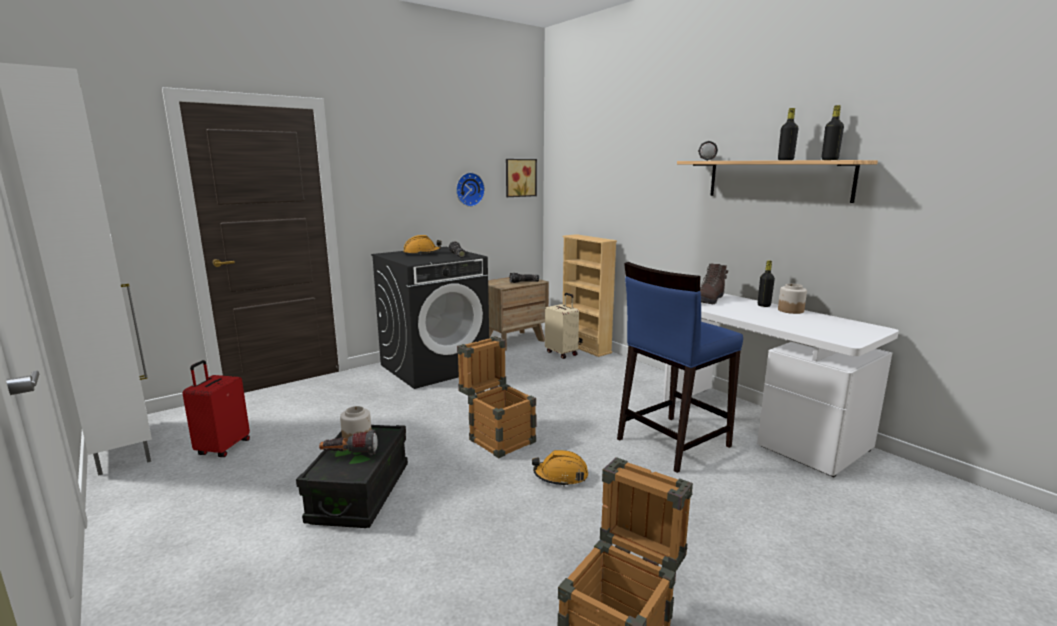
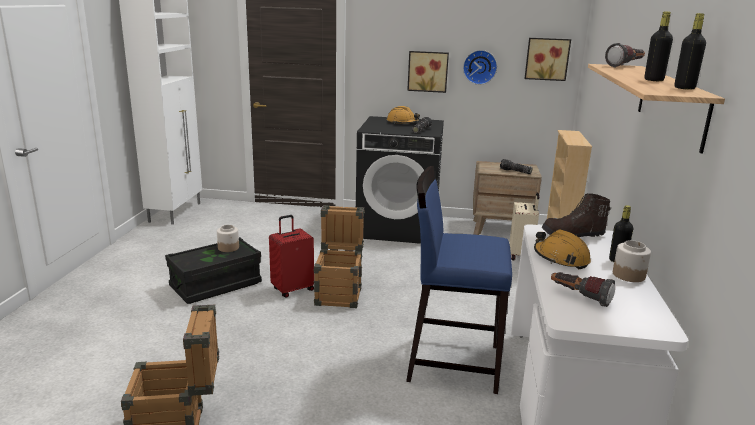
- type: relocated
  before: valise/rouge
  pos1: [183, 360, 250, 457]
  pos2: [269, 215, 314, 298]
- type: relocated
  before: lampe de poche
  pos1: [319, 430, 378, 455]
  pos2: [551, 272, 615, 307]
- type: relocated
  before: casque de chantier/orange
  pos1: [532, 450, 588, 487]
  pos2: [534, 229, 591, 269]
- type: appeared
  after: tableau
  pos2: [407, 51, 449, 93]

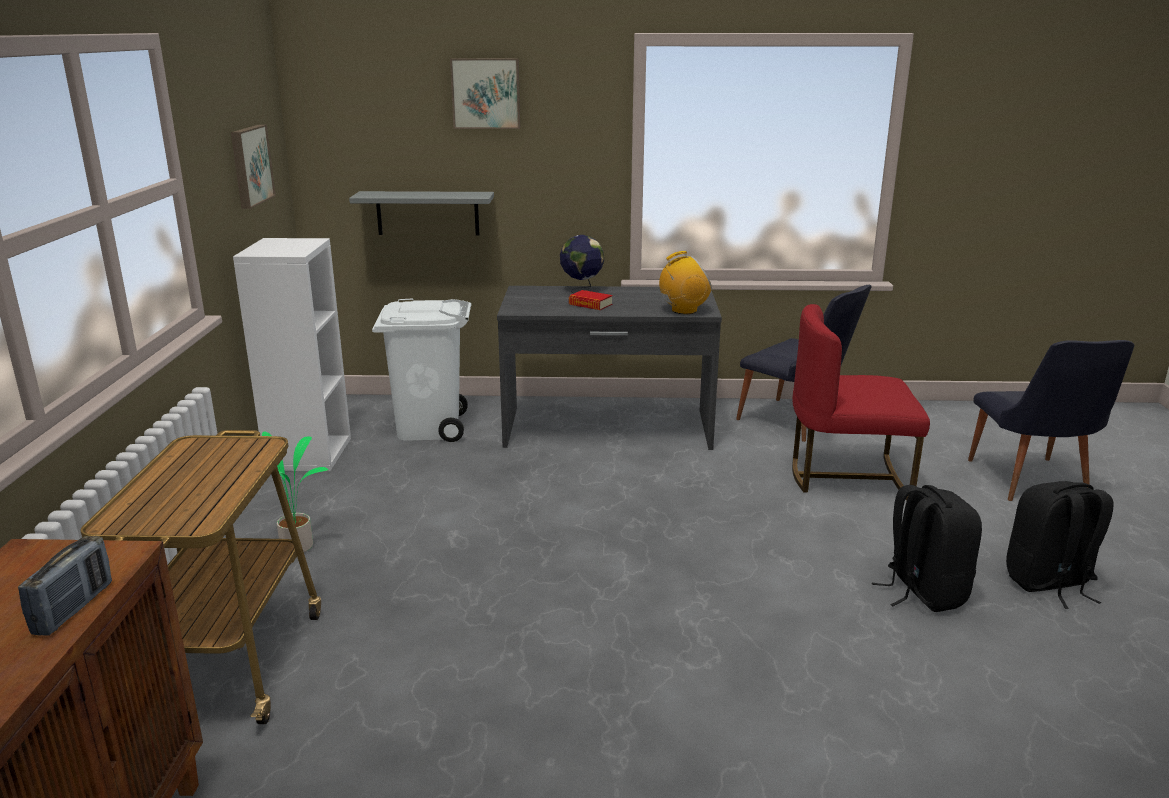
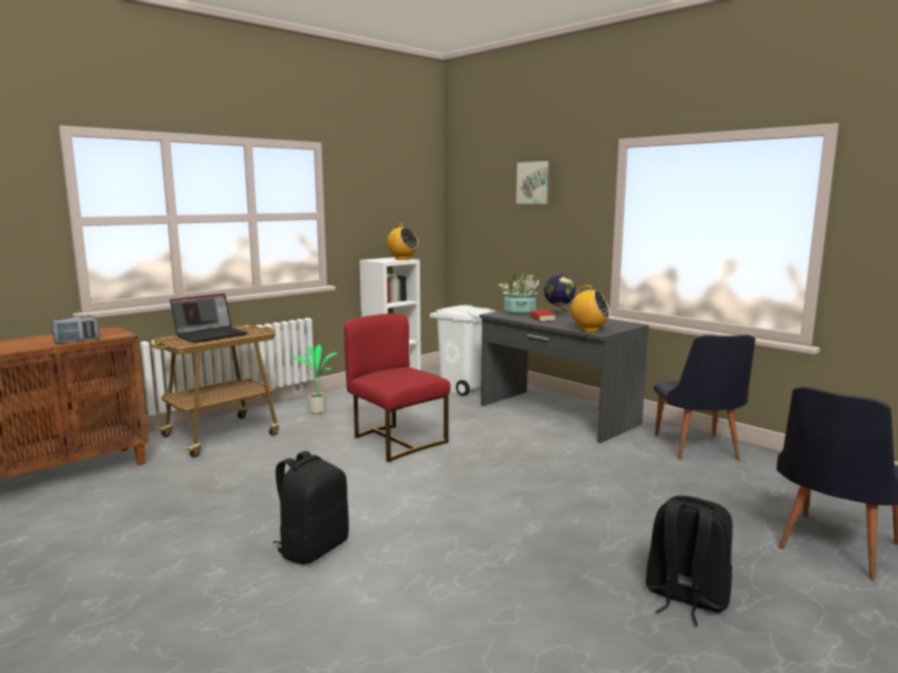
- type: missing
  before: tableau
  pos1: [231, 125, 276, 209]
- type: missing
  before: étagère/gris
  pos1: [349, 191, 494, 236]
- type: relocated
  before: chaise/rouge
  pos1: [792, 304, 930, 500]
  pos2: [344, 314, 451, 462]
- type: relocated
  before: sac à dos/noir
  pos1: [872, 485, 982, 612]
  pos2: [273, 451, 349, 565]
- type: appeared
  after: radio
  pos2: [385, 224, 418, 260]
- type: appeared
  after: plante en pot
  pos2: [498, 274, 539, 315]
- type: appeared
  after: ordinateur portable
  pos2: [170, 293, 248, 343]

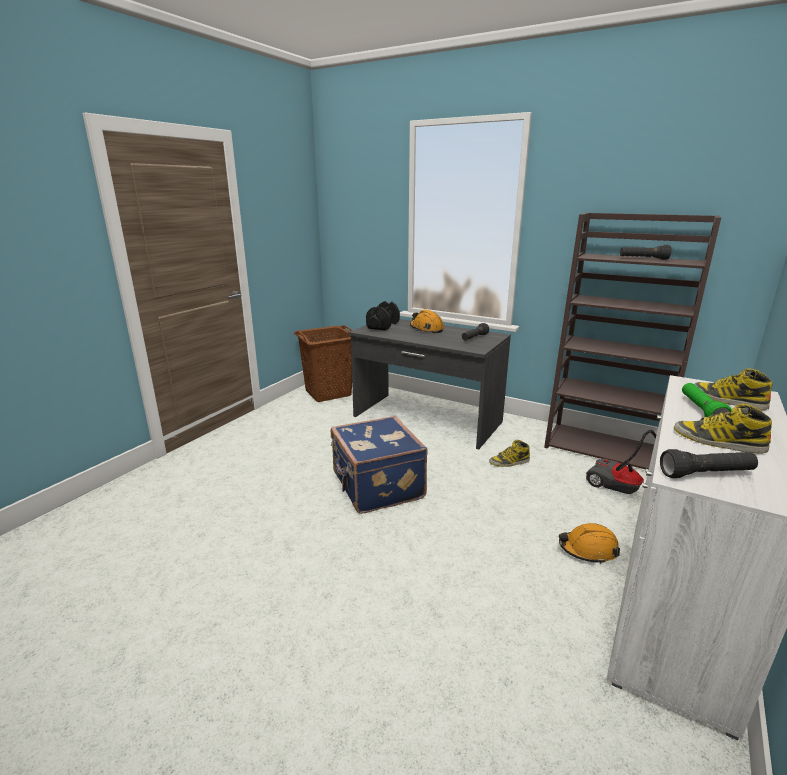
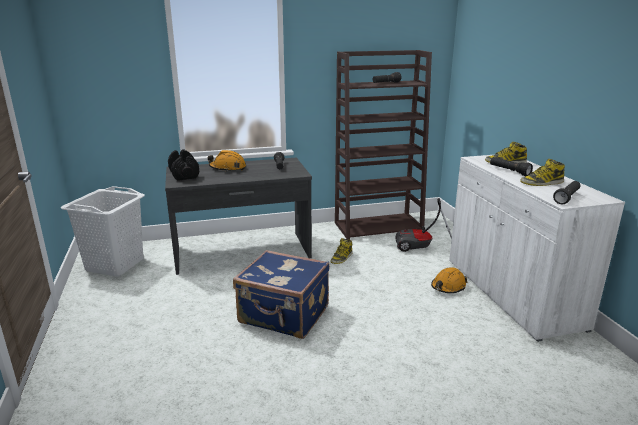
- type: colour
  before: panier à linge/marron
  after: panier à linge/blanc
  pos1: [294, 325, 352, 402]
  pos2: [61, 186, 145, 276]
- type: colour
  before: lampe de poche/vert
  after: lampe de poche/noir
  pos1: [682, 383, 732, 417]
  pos2: [490, 157, 533, 176]

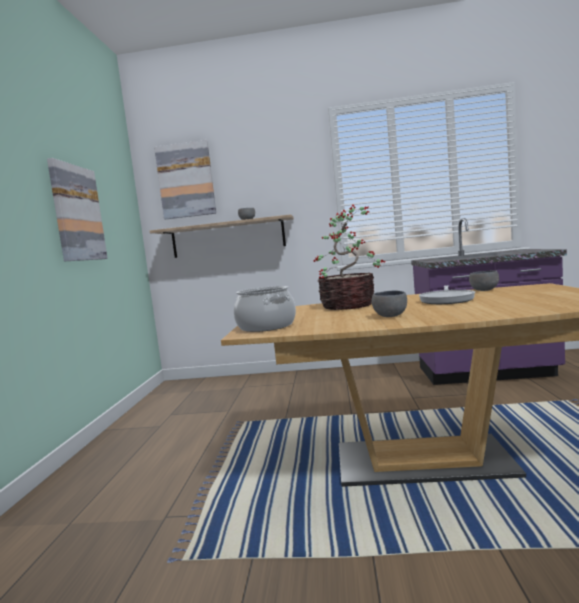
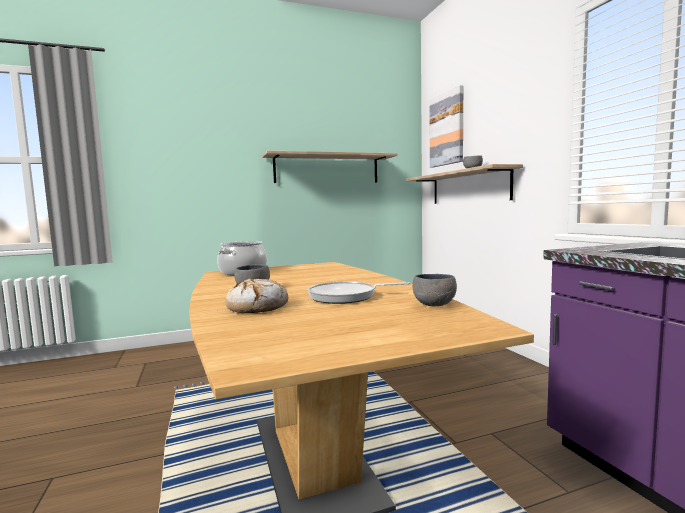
- type: exchanged
  before: tableau
  after: étagère
  pos1: [47, 158, 108, 261]
  pos2: [262, 150, 397, 183]
- type: missing
  before: plante en pot
  pos1: [314, 204, 386, 310]
- type: appeared
  after: pain
  pos2: [226, 279, 288, 313]

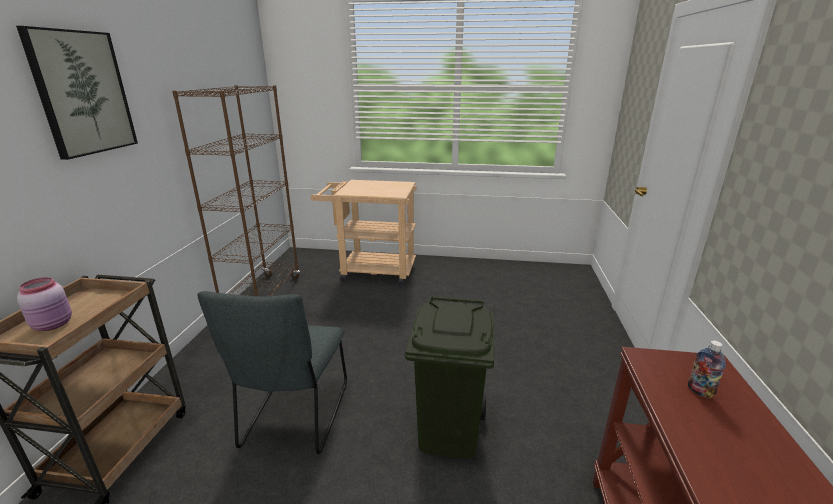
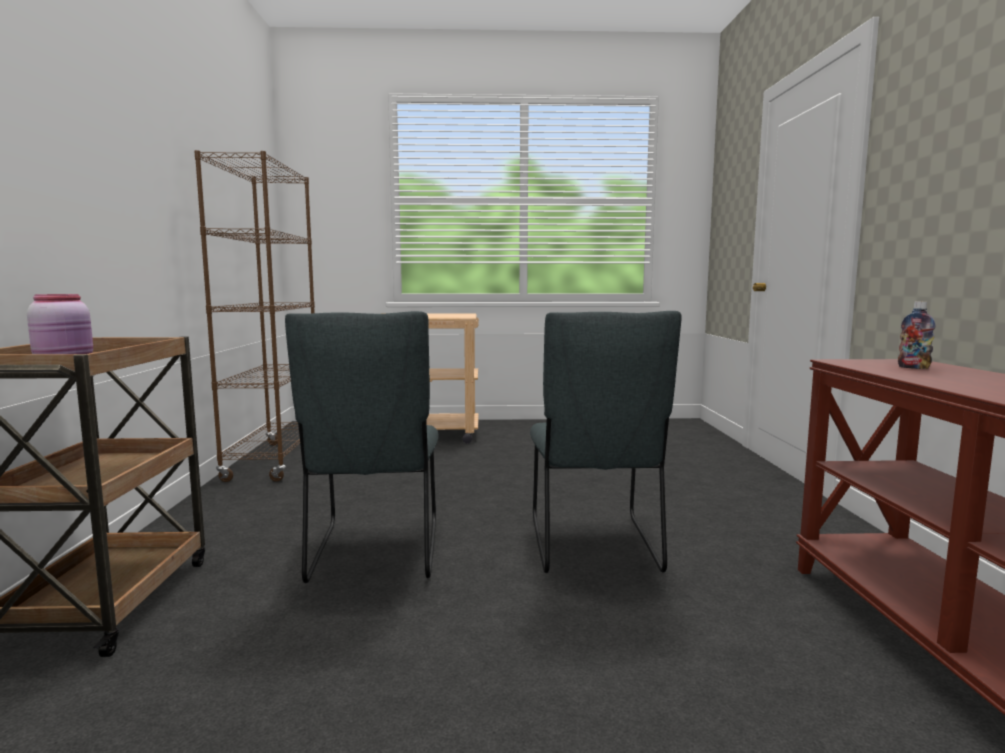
- type: missing
  before: tableau
  pos1: [16, 26, 138, 160]
- type: exchanged
  before: poubelle/vert
  after: chaise/gris
  pos1: [405, 296, 494, 459]
  pos2: [530, 311, 682, 573]

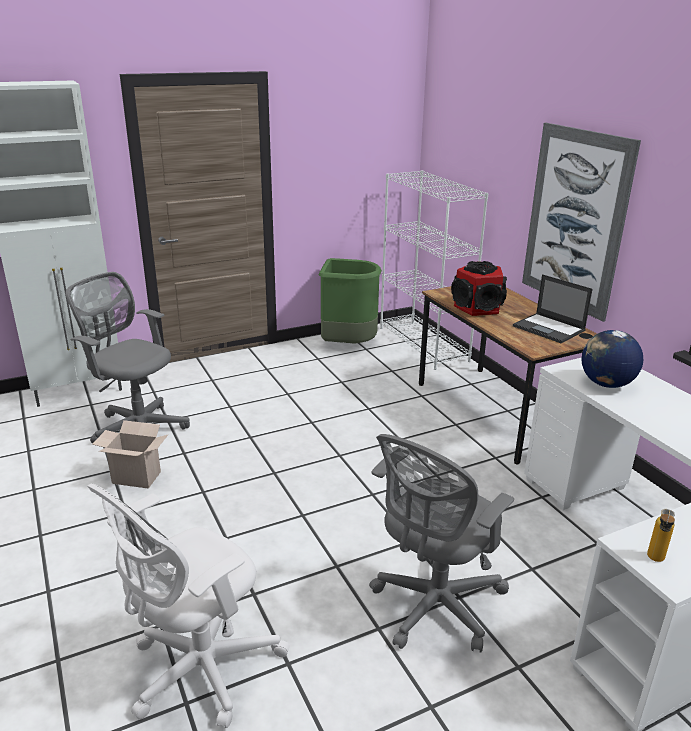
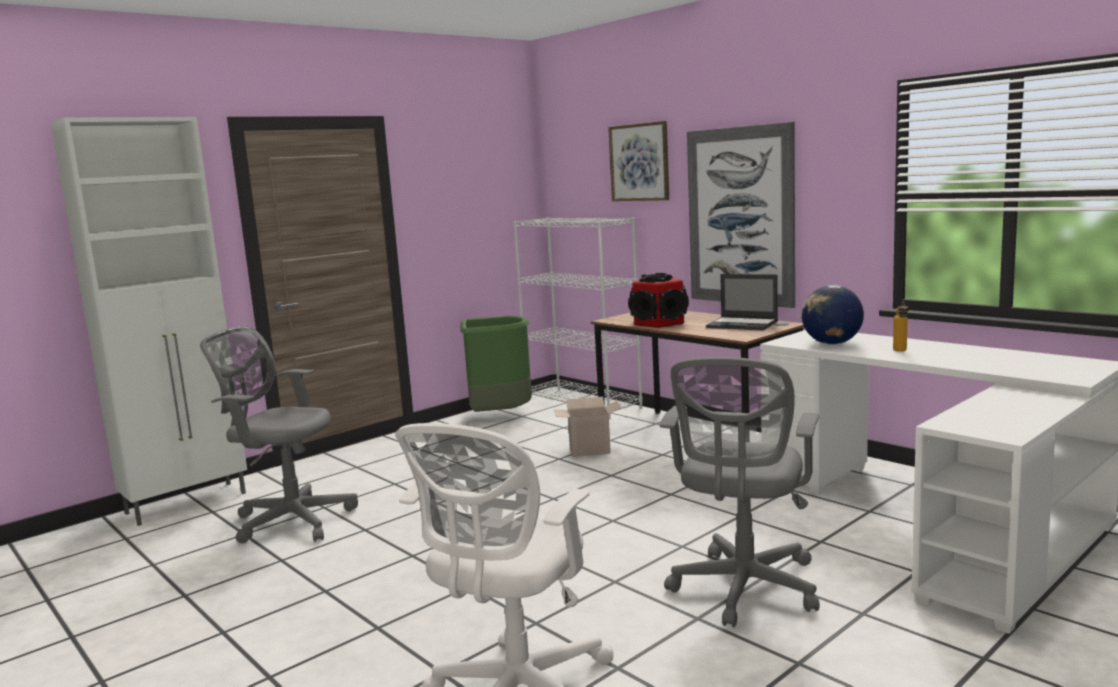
- type: relocated
  before: carton
  pos1: [92, 420, 168, 489]
  pos2: [554, 397, 621, 457]
- type: relocated
  before: bouteille
  pos1: [647, 509, 675, 562]
  pos2: [893, 301, 908, 352]
- type: appeared
  after: tableau
  pos2: [608, 121, 669, 201]

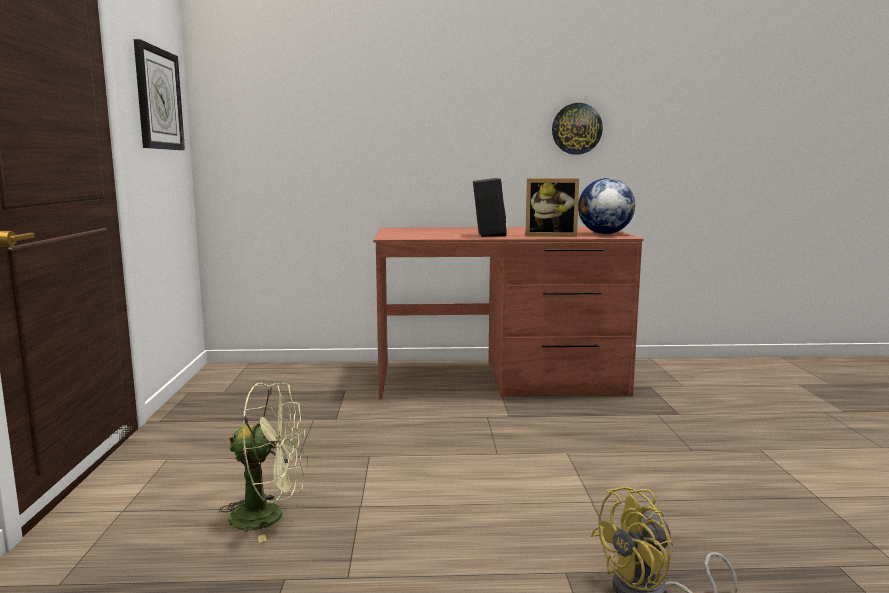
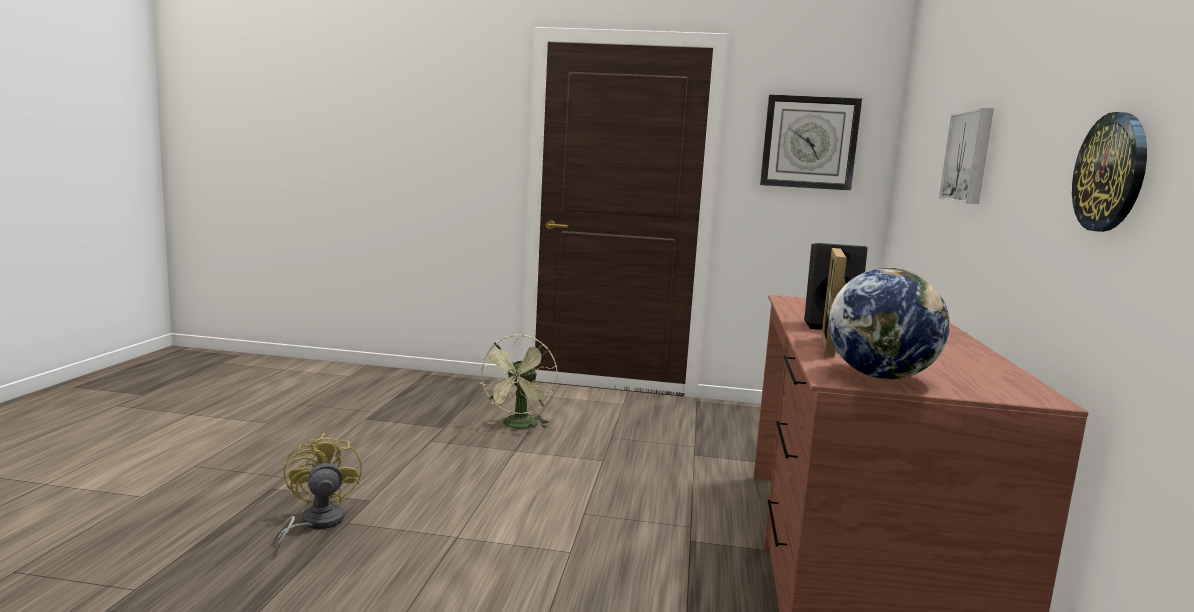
- type: appeared
  after: tableau
  pos2: [939, 108, 994, 204]

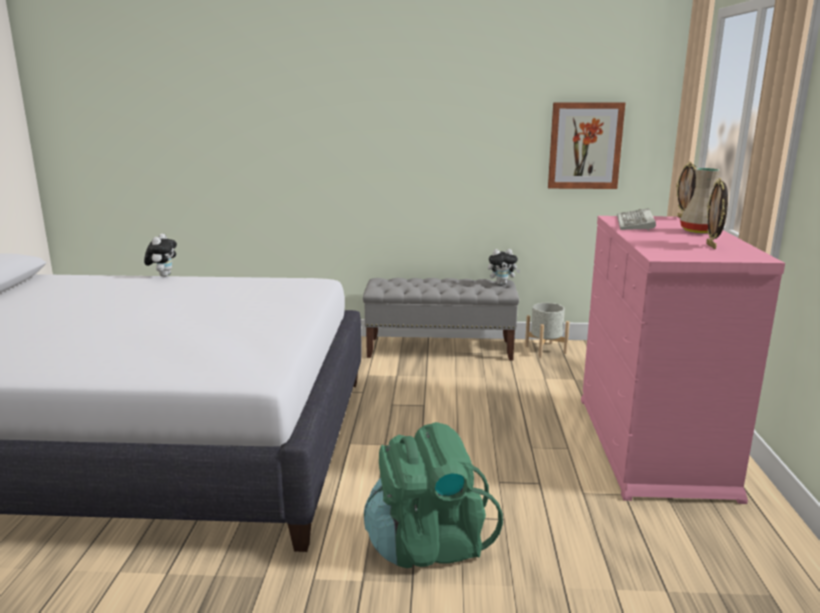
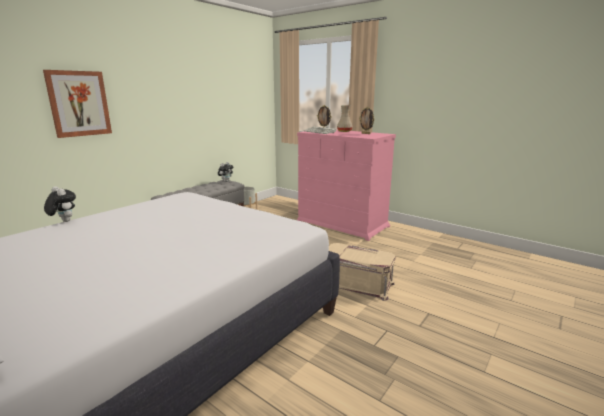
- type: relocated
  before: tableau
  pos1: [548, 102, 625, 189]
  pos2: [43, 70, 112, 138]
- type: exchanged
  before: sac à dos/vert
  after: boîte de rangement/beige
  pos1: [364, 422, 503, 568]
  pos2: [329, 243, 395, 301]

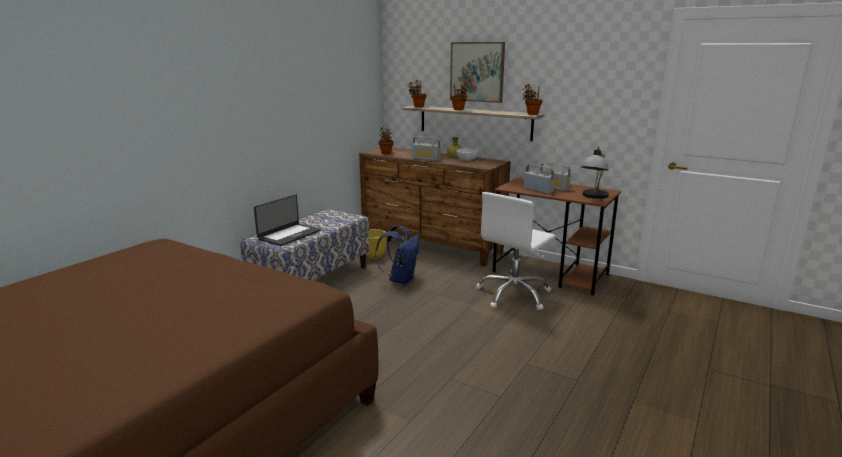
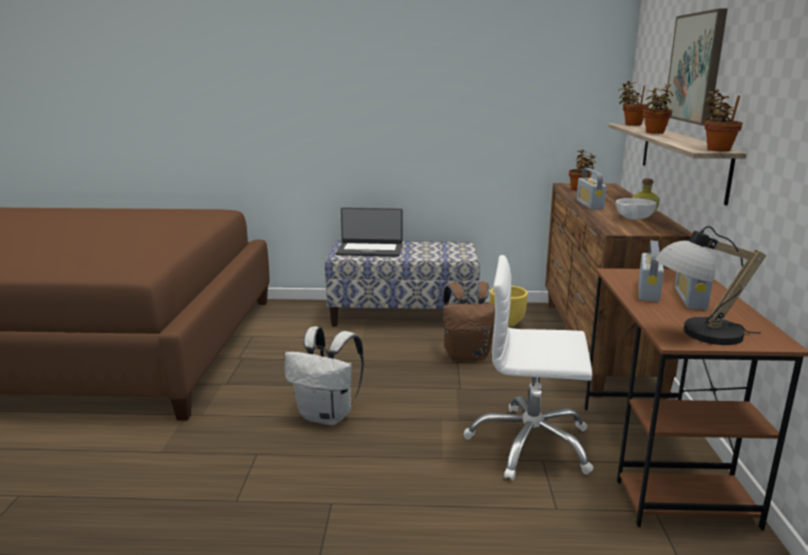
- type: colour
  before: sac à dos/bleu
  after: sac à dos/marron
  pos1: [375, 226, 419, 285]
  pos2: [443, 282, 495, 362]
- type: appeared
  after: sac à dos/blanc
  pos2: [285, 326, 364, 425]

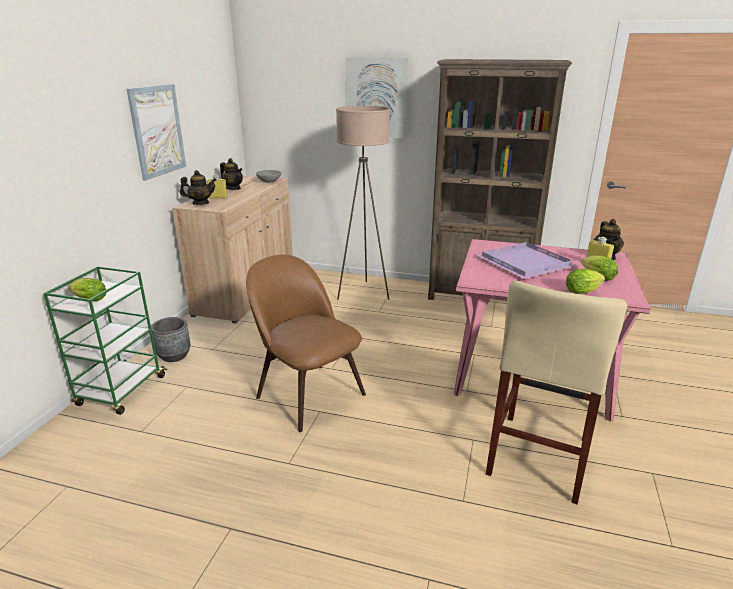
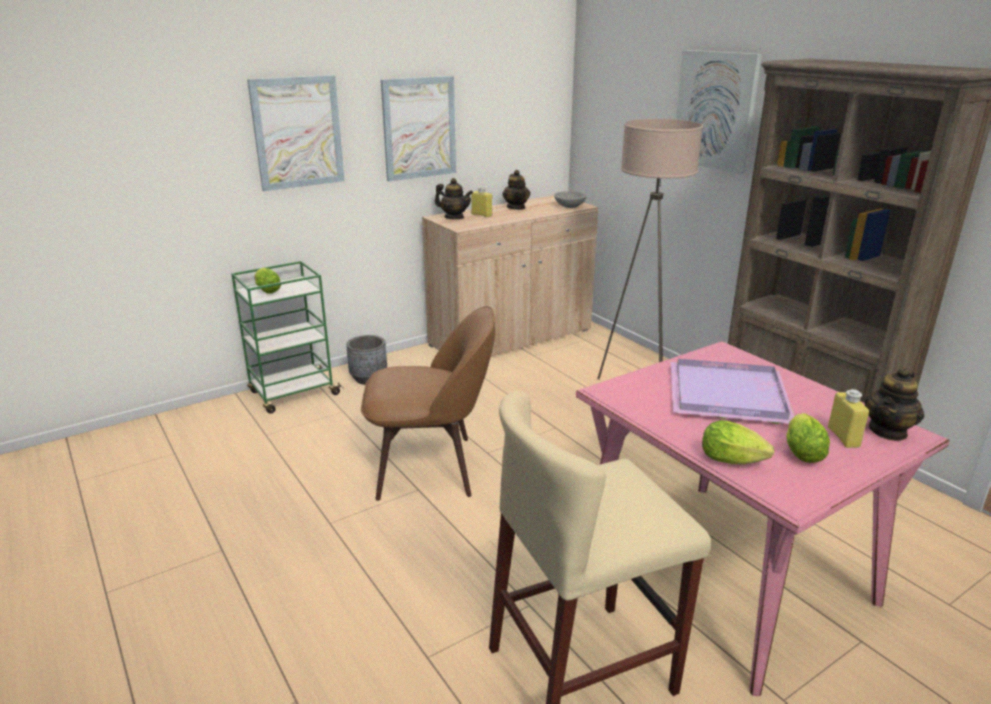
- type: spun
  before: chaise/marron
  pos1: [246, 254, 366, 432]
  pos2: [361, 306, 495, 501]
  turn: 90
- type: appeared
  after: tableau
  pos2: [247, 75, 345, 191]

